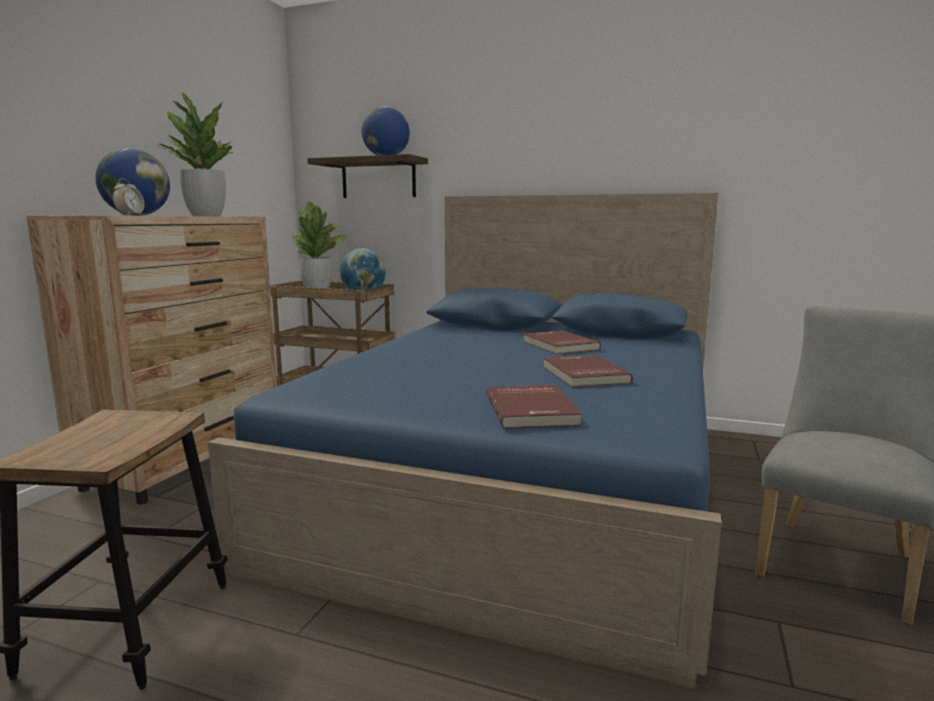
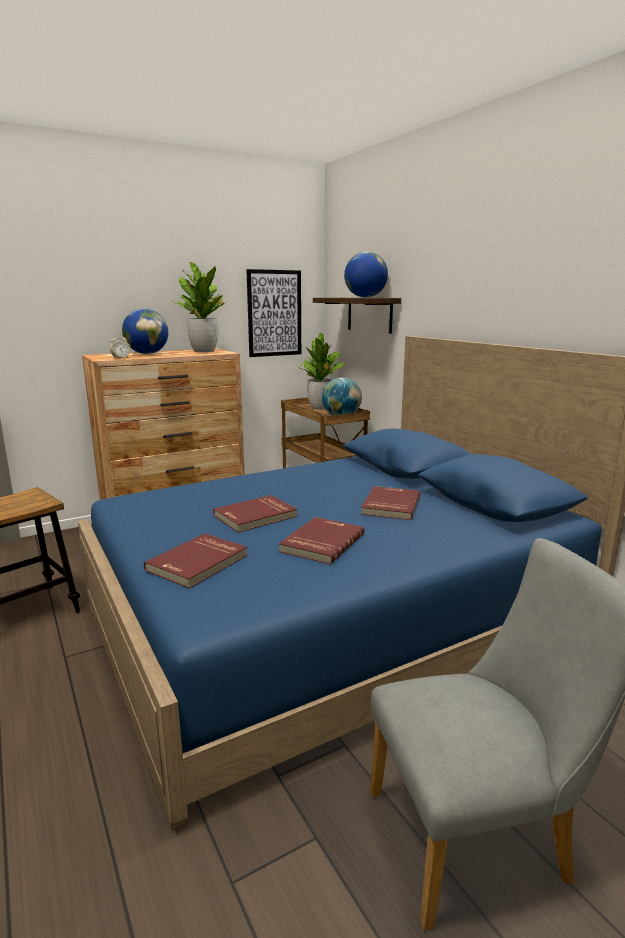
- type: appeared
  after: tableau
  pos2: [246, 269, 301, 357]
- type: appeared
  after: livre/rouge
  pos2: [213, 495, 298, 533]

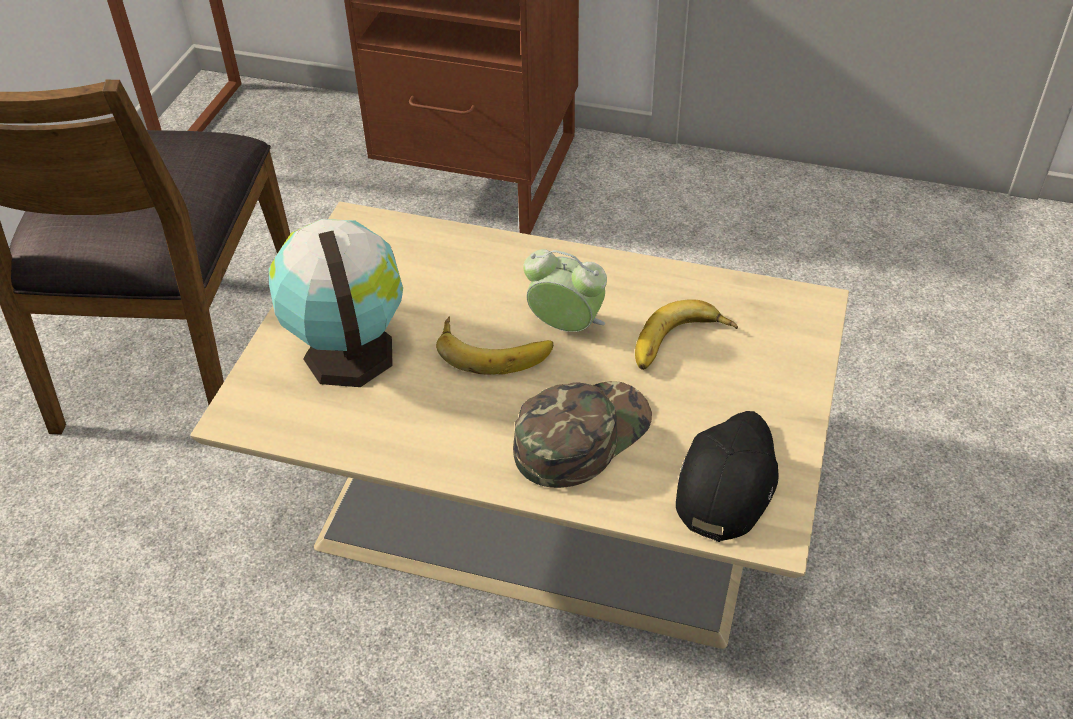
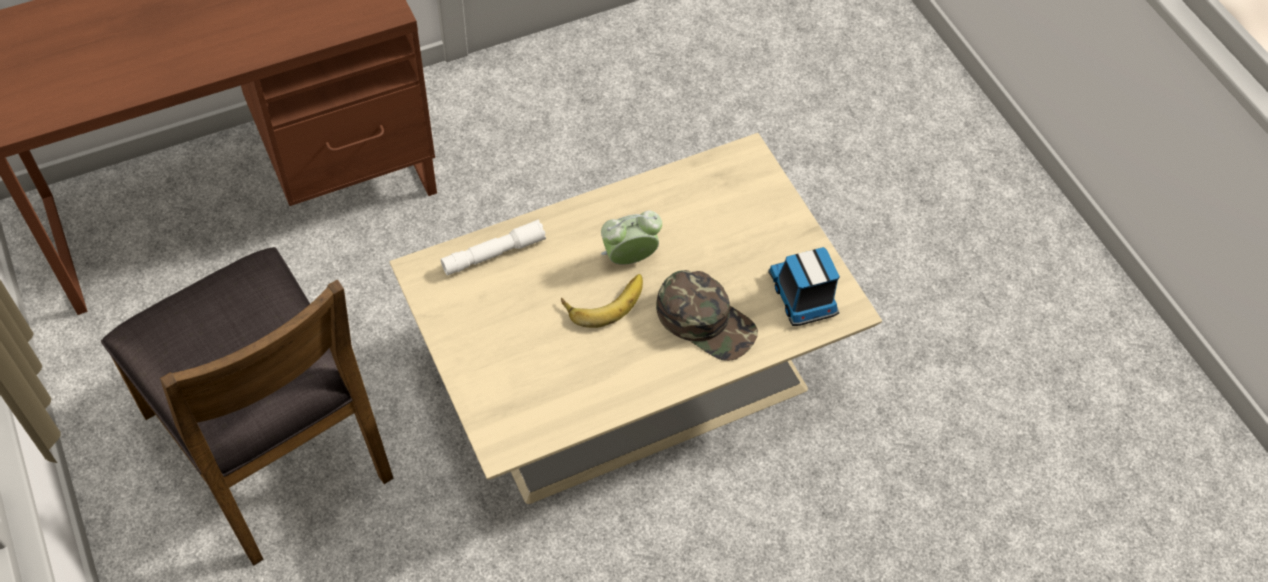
- type: missing
  before: globe
  pos1: [268, 219, 403, 387]
- type: missing
  before: banane
  pos1: [635, 299, 738, 370]
- type: spun
  before: casquette/vert
  pos1: [513, 381, 652, 488]
  pos2: [656, 270, 758, 361]
  turn: 120
- type: exchanged
  before: casquette/noir
  after: camion jouet
  pos1: [676, 411, 779, 542]
  pos2: [768, 247, 840, 326]
- type: appeared
  after: lampe de poche/blanc
  pos2: [441, 220, 546, 275]

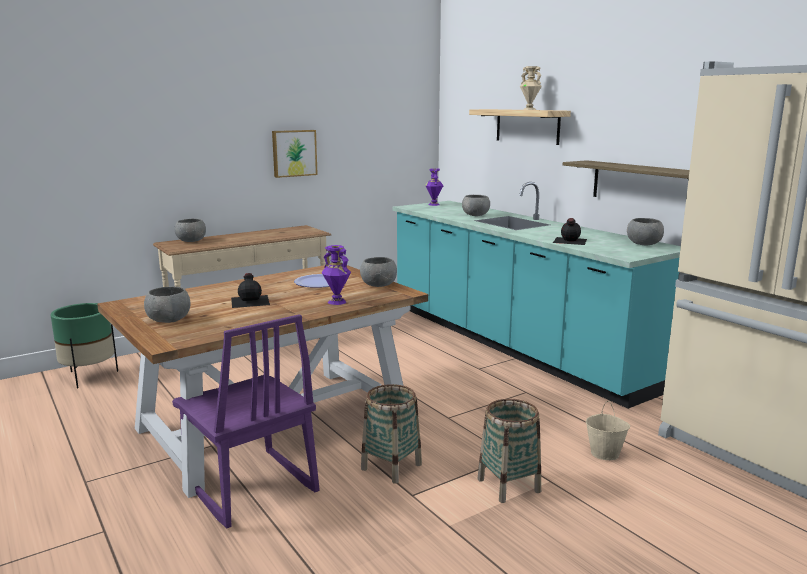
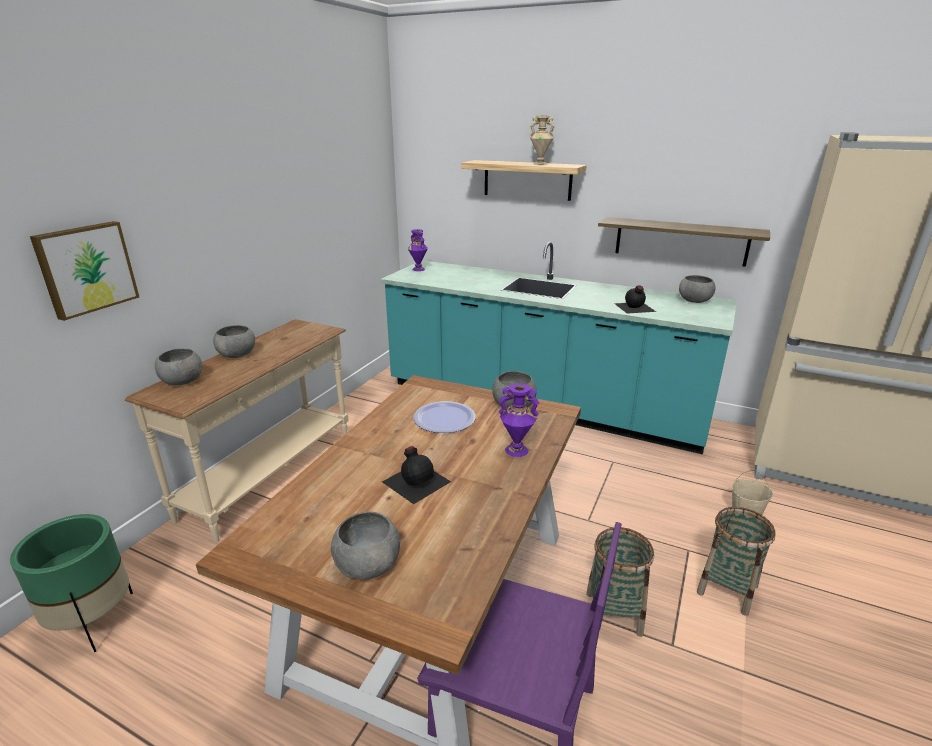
- type: relocated
  before: tableau
  pos1: [272, 130, 318, 178]
  pos2: [30, 221, 139, 321]
- type: relocated
  before: bol/gris
  pos1: [462, 195, 490, 216]
  pos2: [213, 325, 255, 358]

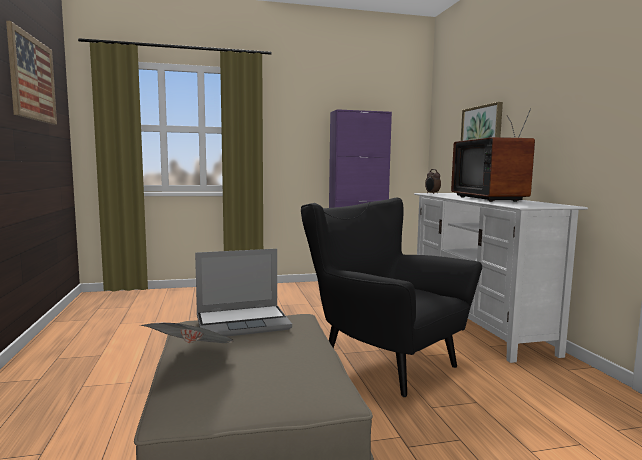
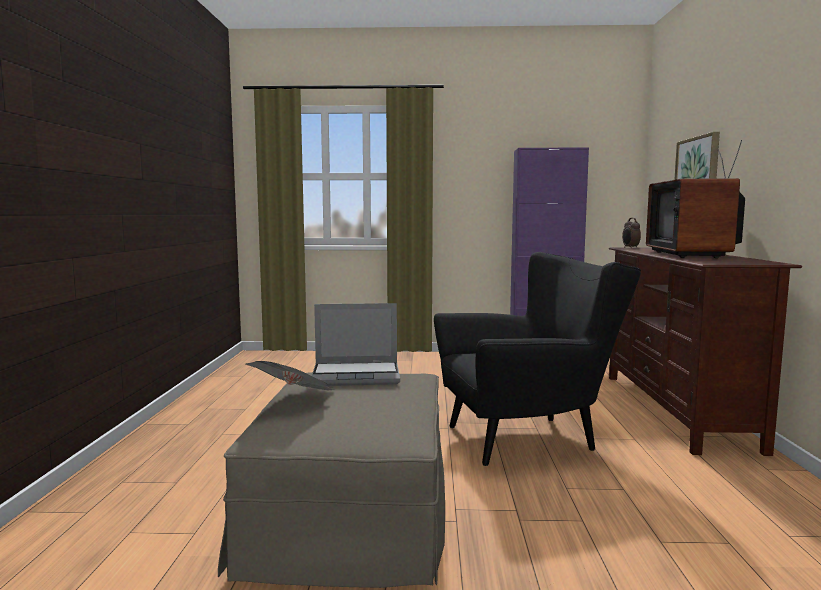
- type: missing
  before: tableau
  pos1: [6, 21, 57, 125]
- type: colour
  before: meuble télé/blanc
  after: meuble télé/marron
  pos1: [414, 193, 588, 363]
  pos2: [609, 247, 802, 456]
- type: spun
  before: fauteuil/noir
  pos1: [301, 198, 482, 397]
  pos2: [434, 252, 641, 466]
  turn: 105

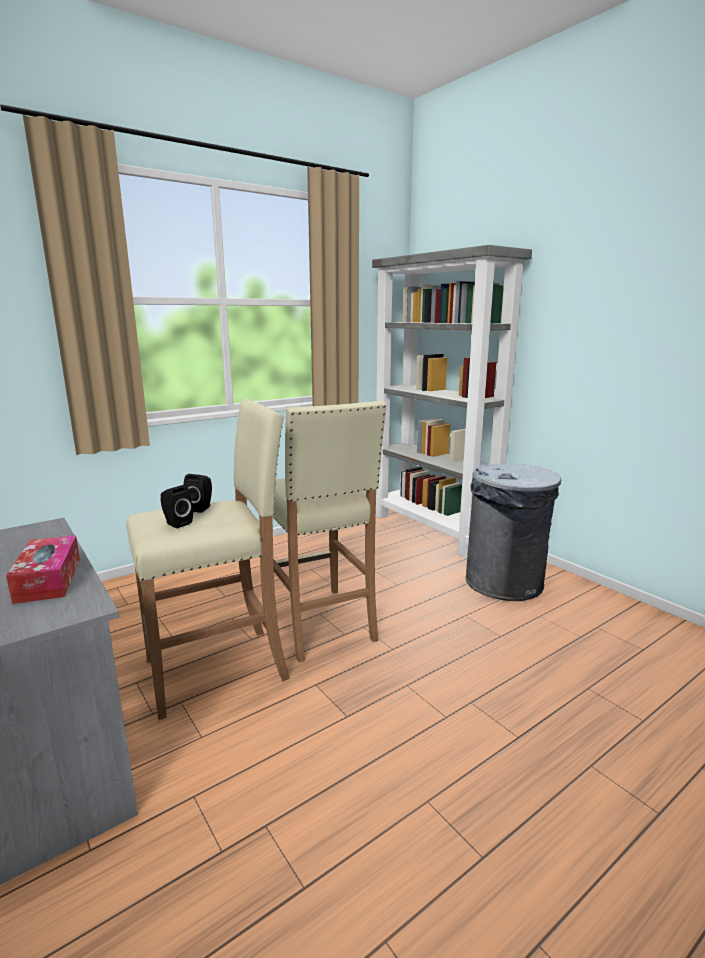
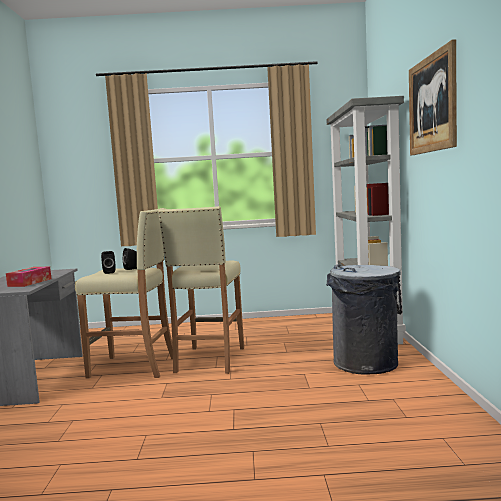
- type: appeared
  after: tableau
  pos2: [409, 39, 457, 155]

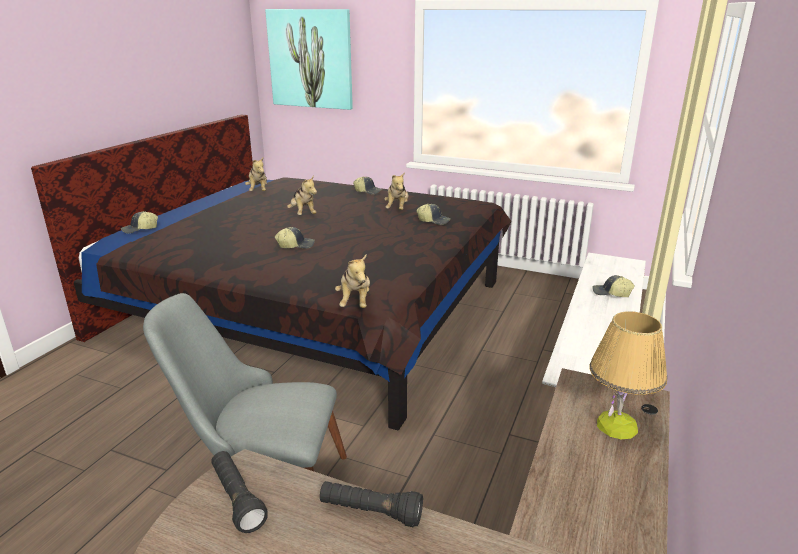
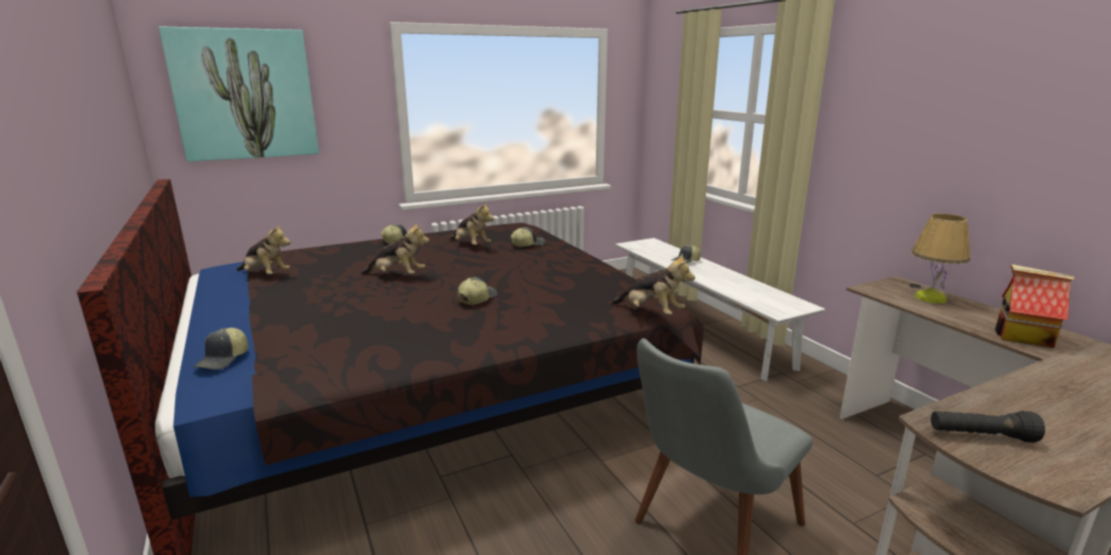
- type: missing
  before: lampe de poche/noir
  pos1: [320, 481, 423, 527]
- type: appeared
  after: maison miniature
  pos2: [995, 264, 1075, 348]

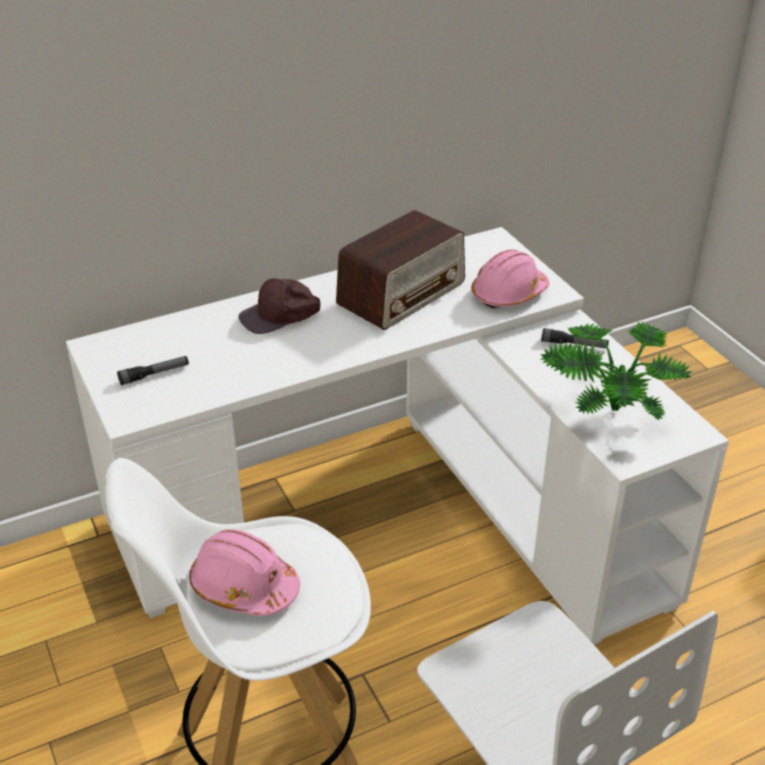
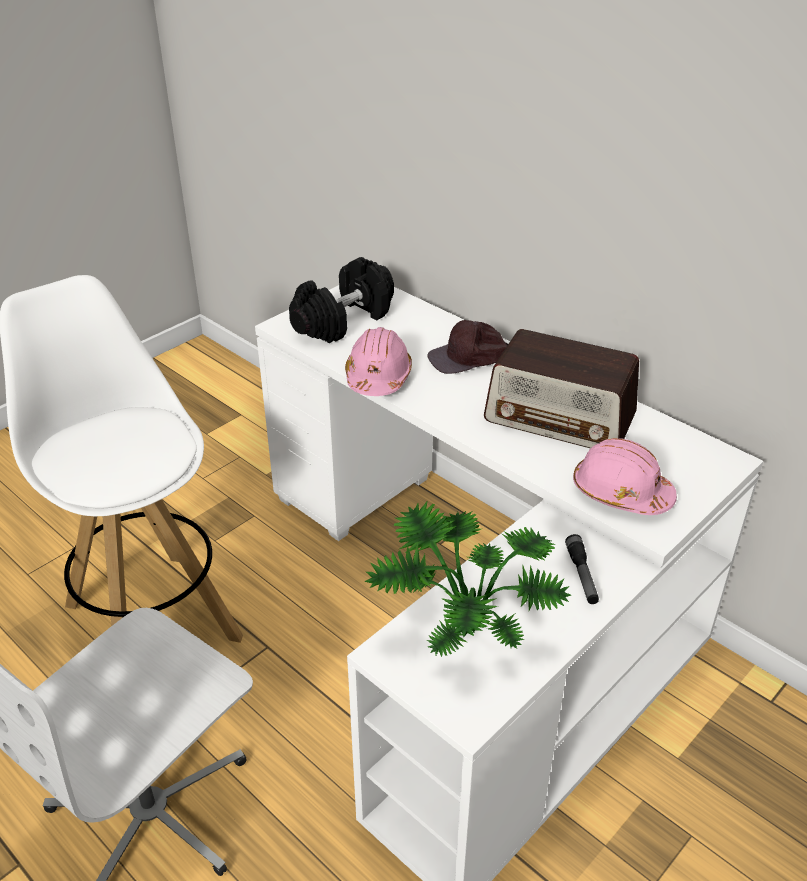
- type: spun
  before: casquette/marron
  pos1: [238, 279, 321, 334]
  pos2: [427, 320, 508, 374]
  turn: -60
- type: exchanged
  before: lampe de poche
  after: haltère/noir
  pos1: [117, 356, 189, 385]
  pos2: [289, 257, 394, 343]
- type: relocated
  before: casque de chantier/rose
  pos1: [189, 529, 300, 616]
  pos2: [345, 327, 412, 396]

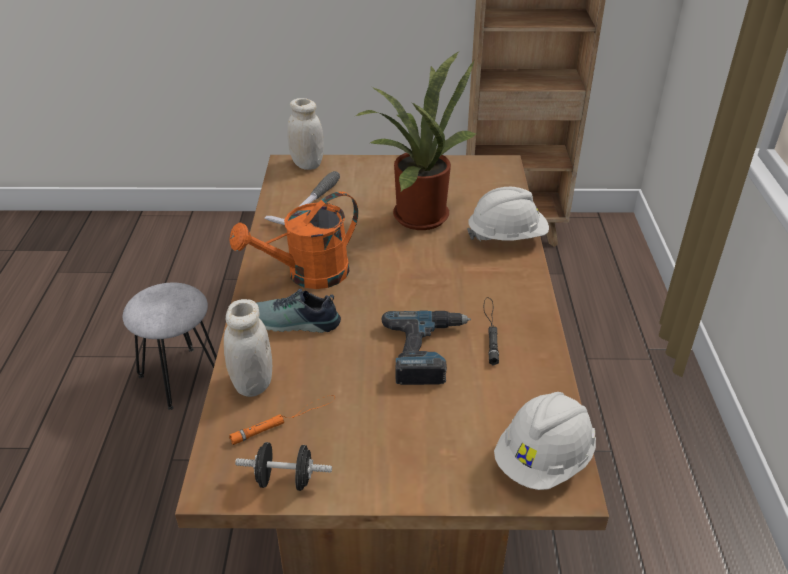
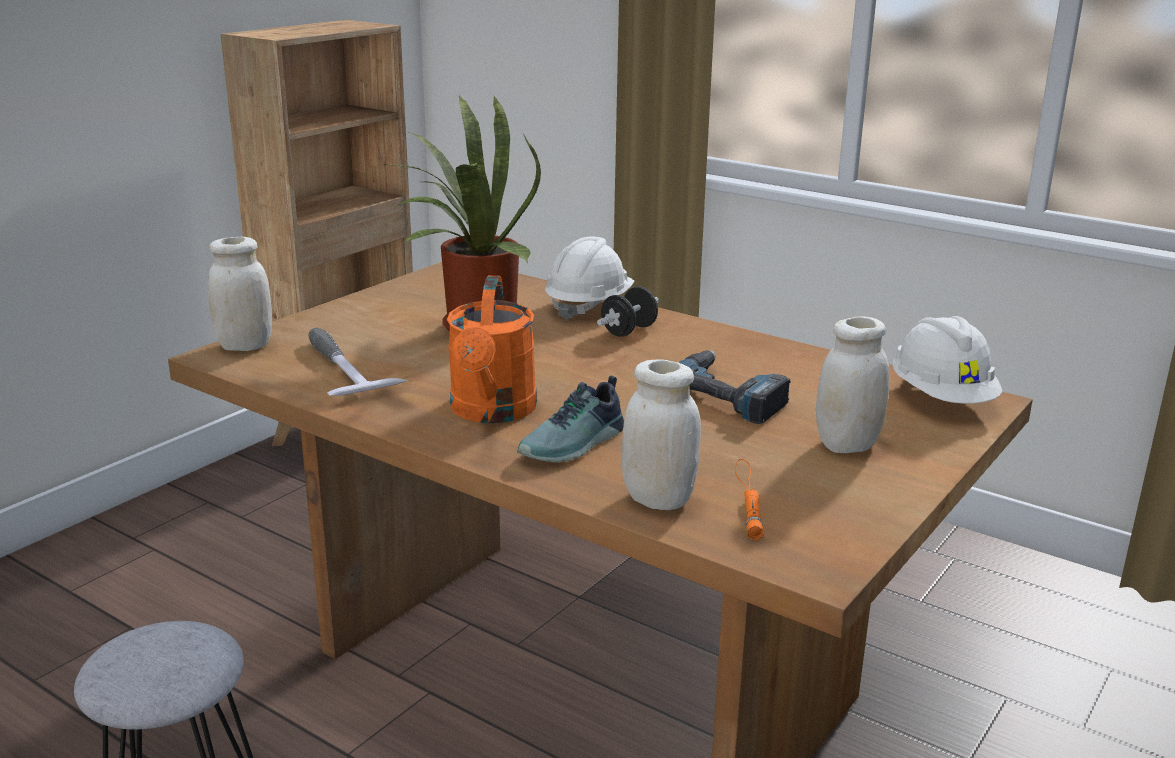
- type: missing
  before: lampe de poche/noir
  pos1: [484, 297, 499, 366]
- type: relocated
  before: haltère/noir
  pos1: [235, 442, 332, 491]
  pos2: [597, 286, 659, 337]
- type: appeared
  after: bocal/blanc
  pos2: [816, 316, 890, 453]

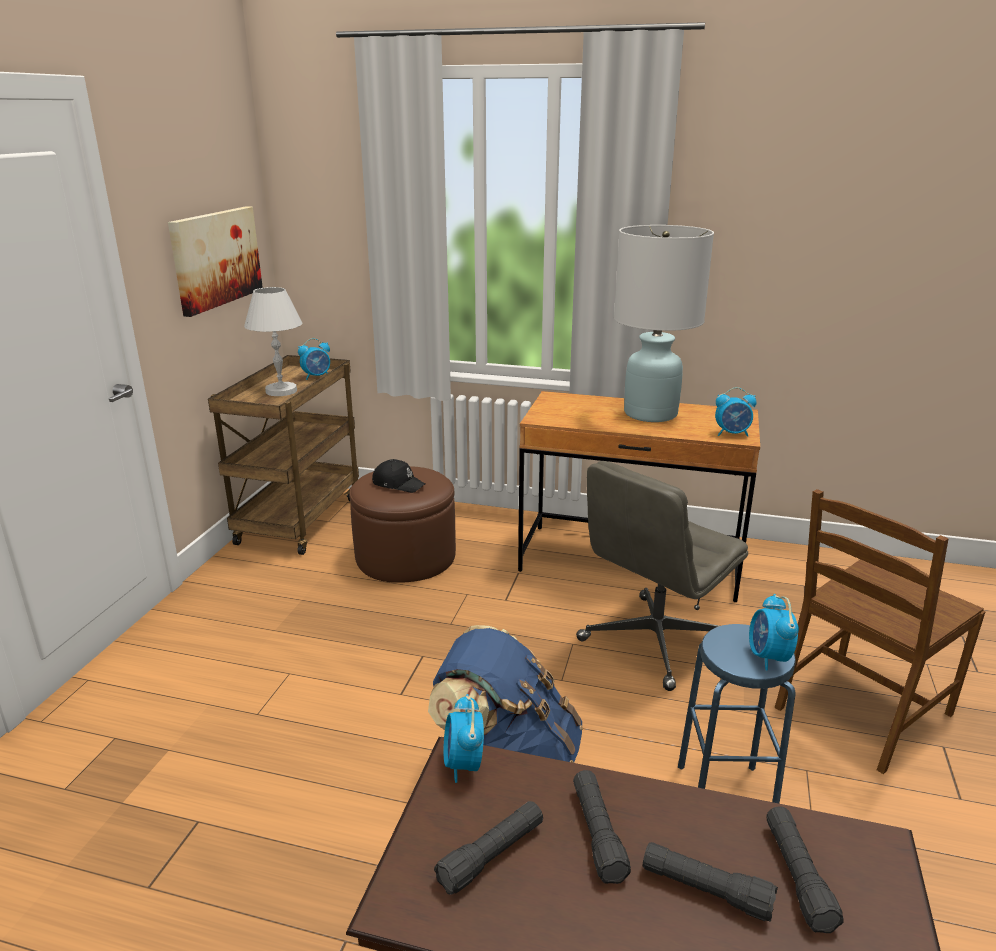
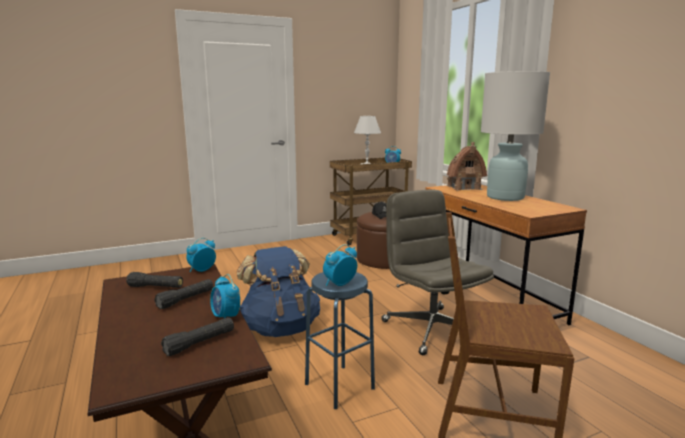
- type: missing
  before: tableau
  pos1: [168, 206, 263, 317]
- type: relocated
  before: réveil
  pos1: [715, 387, 757, 437]
  pos2: [210, 274, 240, 318]
- type: spun
  before: chaise de bureau/gris
  pos1: [576, 461, 748, 691]
  pos2: [381, 189, 494, 355]
  turn: 60
- type: missing
  before: lampe de poche/noir
  pos1: [643, 842, 778, 922]
- type: appeared
  after: maison miniature
  pos2: [447, 142, 487, 191]

